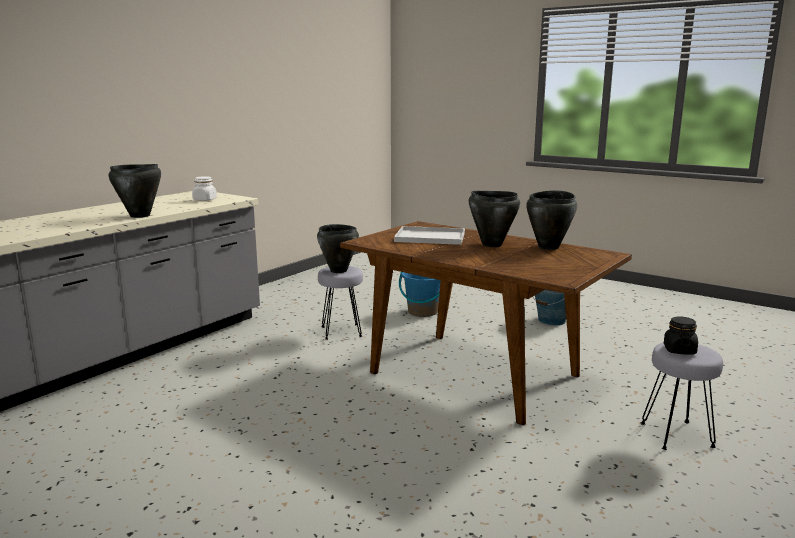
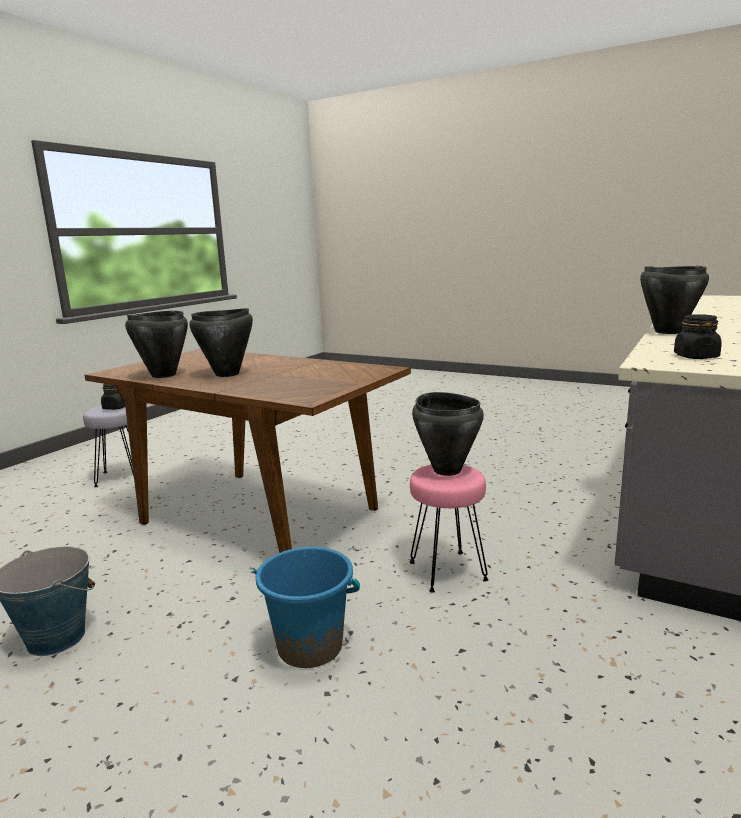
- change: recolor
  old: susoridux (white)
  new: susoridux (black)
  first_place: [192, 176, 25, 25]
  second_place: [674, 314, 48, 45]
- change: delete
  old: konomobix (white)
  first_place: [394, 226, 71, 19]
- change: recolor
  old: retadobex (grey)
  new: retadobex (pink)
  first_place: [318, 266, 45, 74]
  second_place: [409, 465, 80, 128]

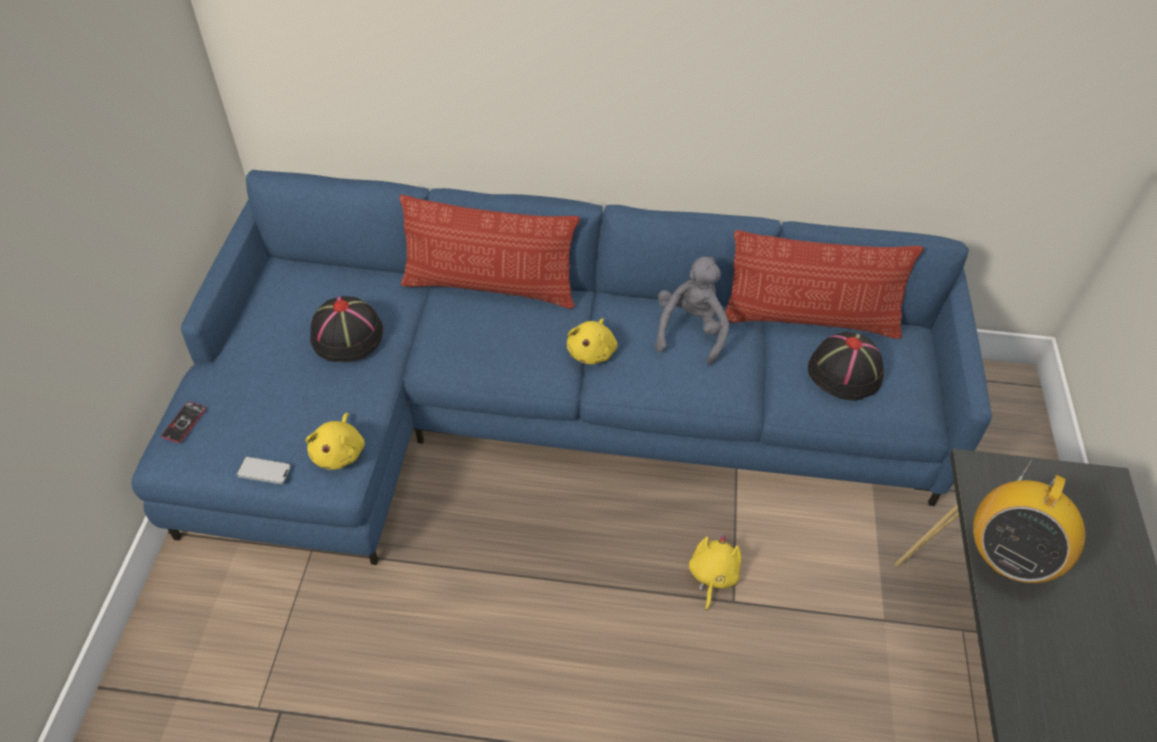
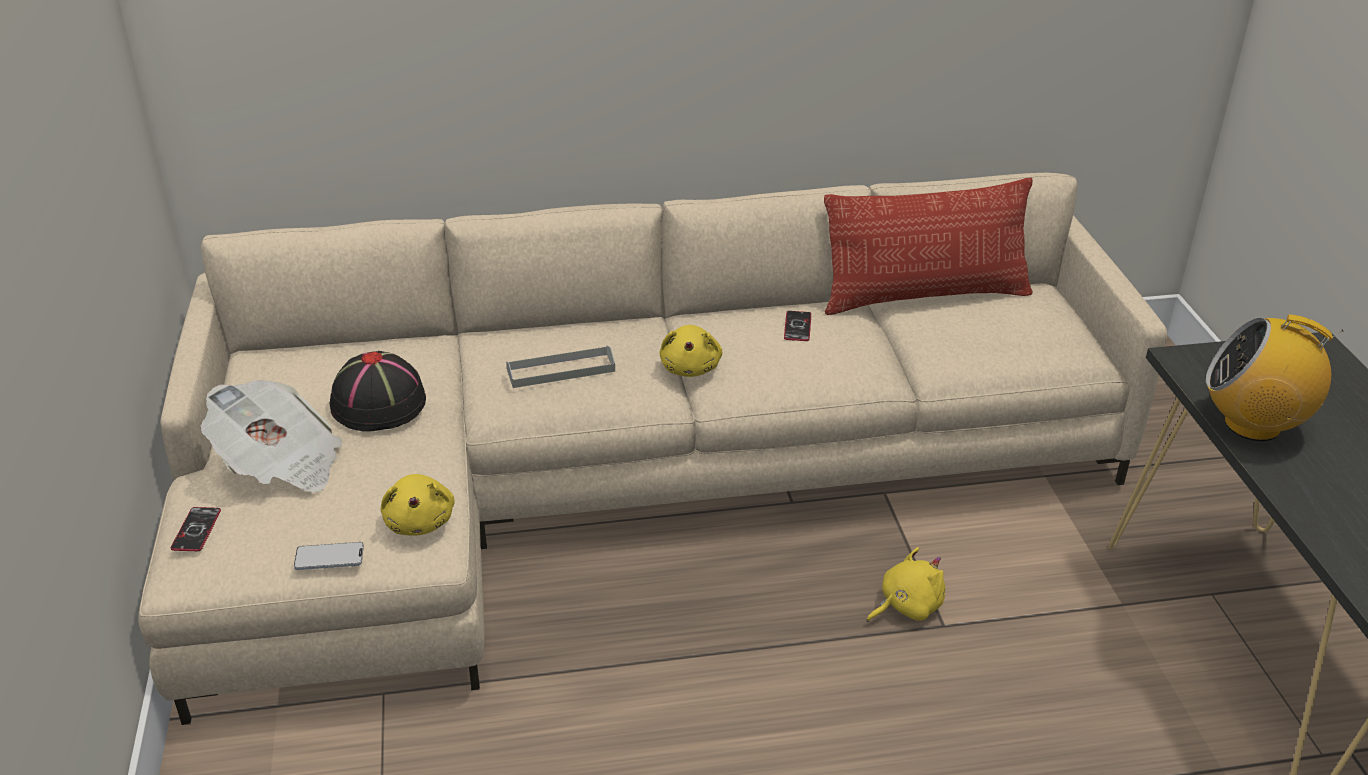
- change: recolor
  old: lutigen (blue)
  new: lutigen (beige)
  first_place: [132, 170, 860, 395]
  second_place: [138, 173, 1029, 552]
- change: delete
  old: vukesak
  first_place: [400, 195, 180, 114]
- change: replace
  old: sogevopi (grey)
  new: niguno
  first_place: [655, 256, 75, 109]
  second_place: [784, 311, 27, 30]
- change: delete
  old: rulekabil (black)
  first_place: [808, 332, 76, 69]
- change: rotate
  old: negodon
  first_place: [973, 459, 112, 124]
  second_place: [1206, 314, 138, 127]
  degrees: 90
- change: rotate
  old: sogevopi (yellow)
  first_place: [689, 534, 53, 76]
  second_place: [867, 547, 78, 75]
  degrees: 60
- change: insert
  new: konomobix (grey)
  second_place: [506, 345, 109, 43]
- change: insert
  new: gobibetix
  second_place: [200, 380, 143, 113]

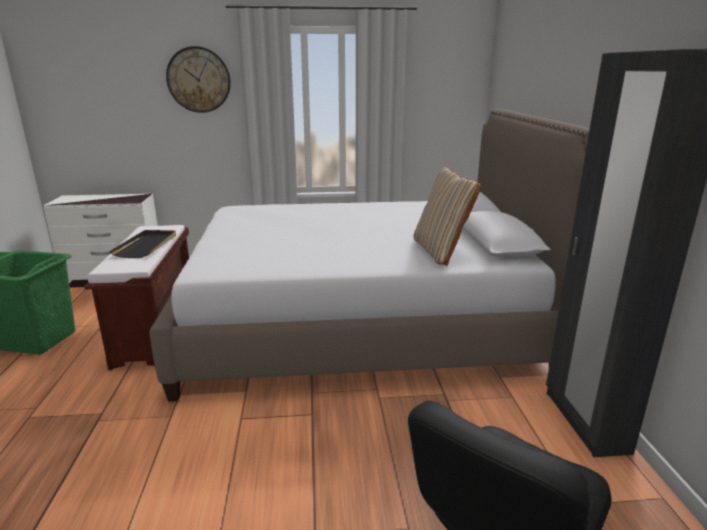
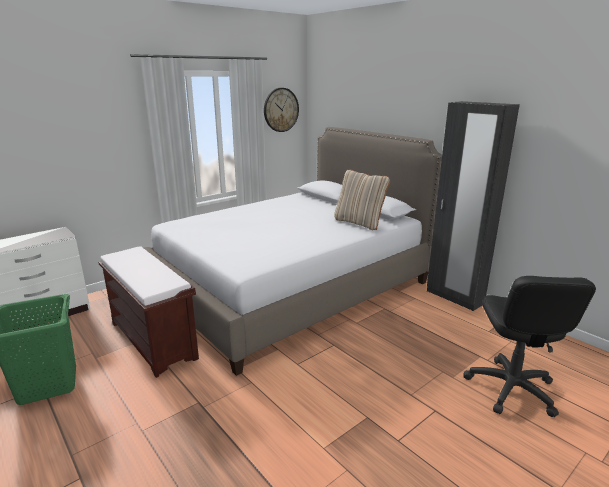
- change: move
  old: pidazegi
  first_place: [166, 46, 65, 67]
  second_place: [264, 88, 35, 44]
- change: delete
  old: konomobix (black)
  first_place: [110, 230, 66, 28]

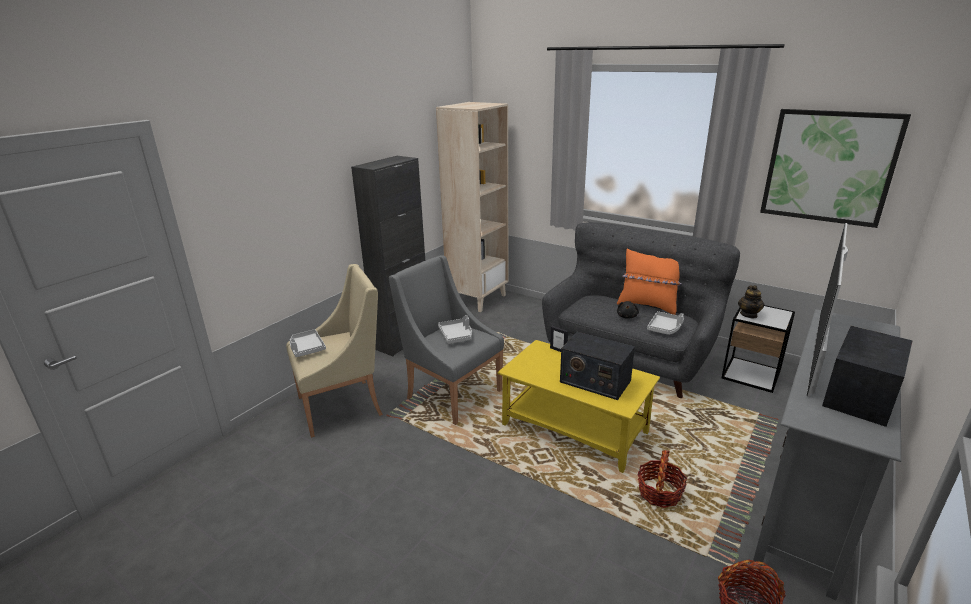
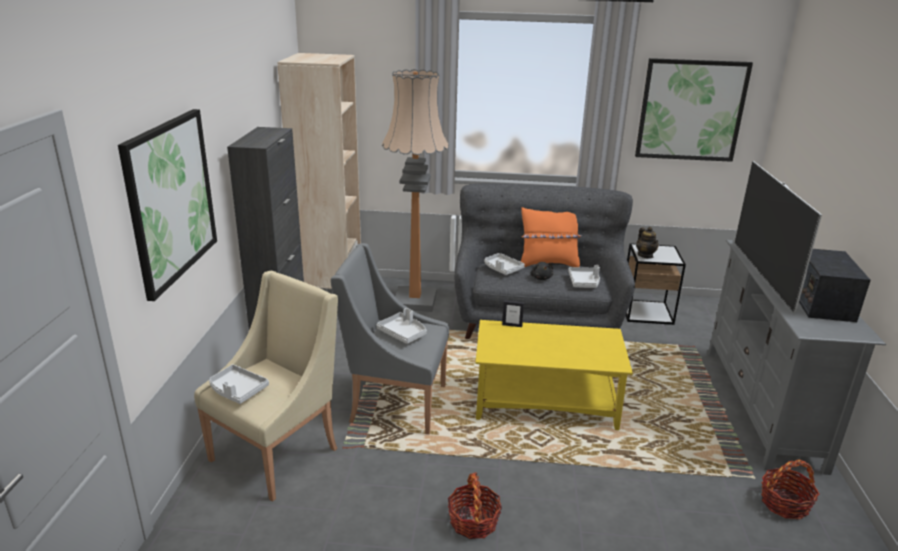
- change: delete
  old: negodon
  first_place: [560, 332, 75, 68]
- change: move
  old: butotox
  first_place: [638, 450, 49, 58]
  second_place: [448, 472, 54, 67]
- change: insert
  new: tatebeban
  second_place: [382, 69, 67, 243]
- change: insert
  new: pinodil
  second_place: [118, 109, 99, 192]
- change: insert
  new: konomobix (grey)
  second_place: [484, 253, 41, 22]

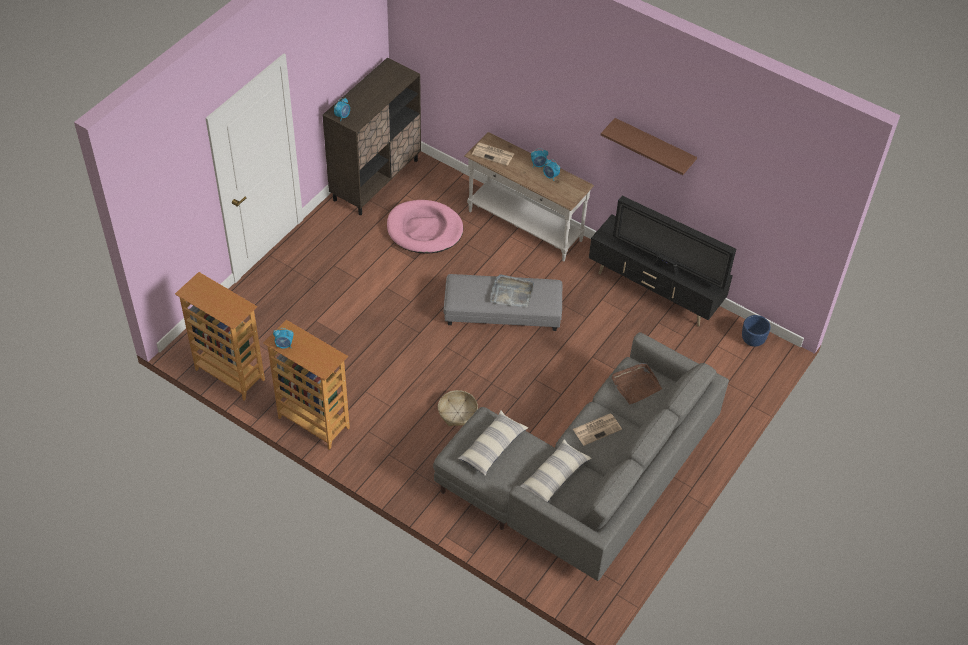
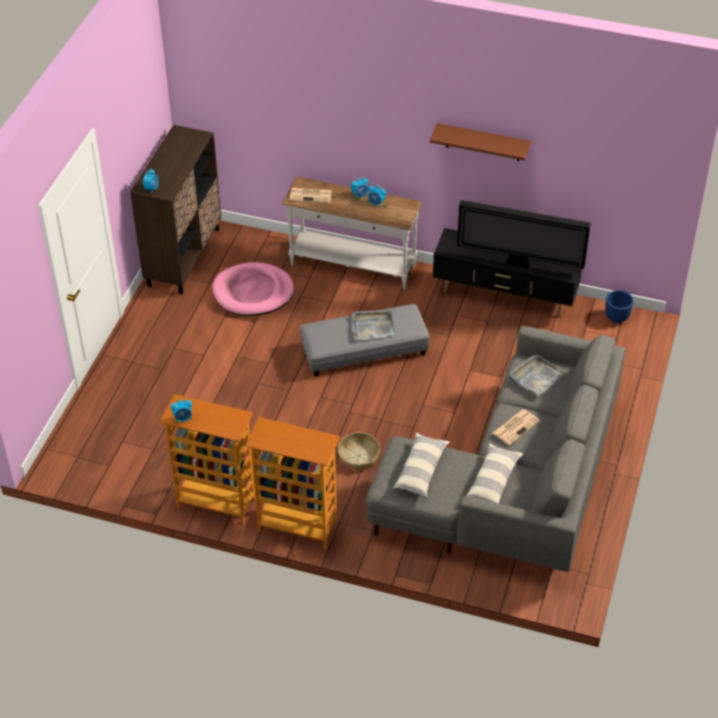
- change: move
  old: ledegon
  first_place: [175, 272, 90, 128]
  second_place: [246, 417, 94, 132]
- change: recolor
  old: konomobix (brown)
  new: konomobix (grey)
  first_place: [612, 363, 50, 41]
  second_place: [510, 355, 52, 41]

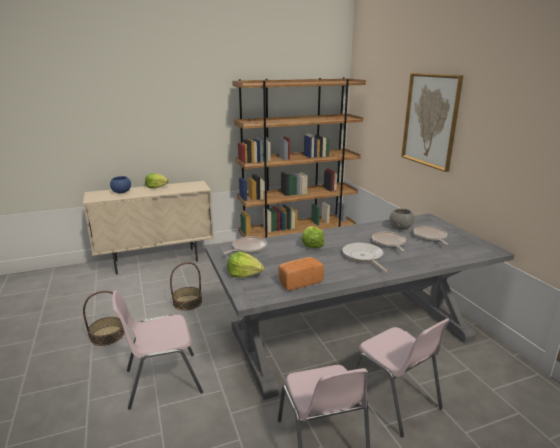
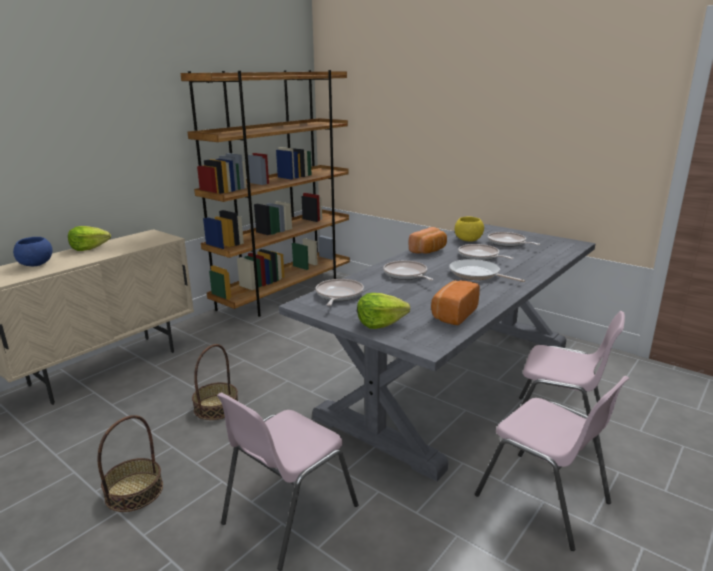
- change: delete
  old: pinodil
  first_place: [401, 73, 63, 99]
- change: recolor
  old: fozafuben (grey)
  new: fozafuben (yellow)
  first_place: [389, 208, 25, 22]
  second_place: [455, 217, 29, 25]
- change: replace
  old: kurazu
  new: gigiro
  first_place: [302, 226, 22, 22]
  second_place: [383, 261, 50, 20]
- change: insert
  new: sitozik
  second_place: [409, 227, 38, 27]

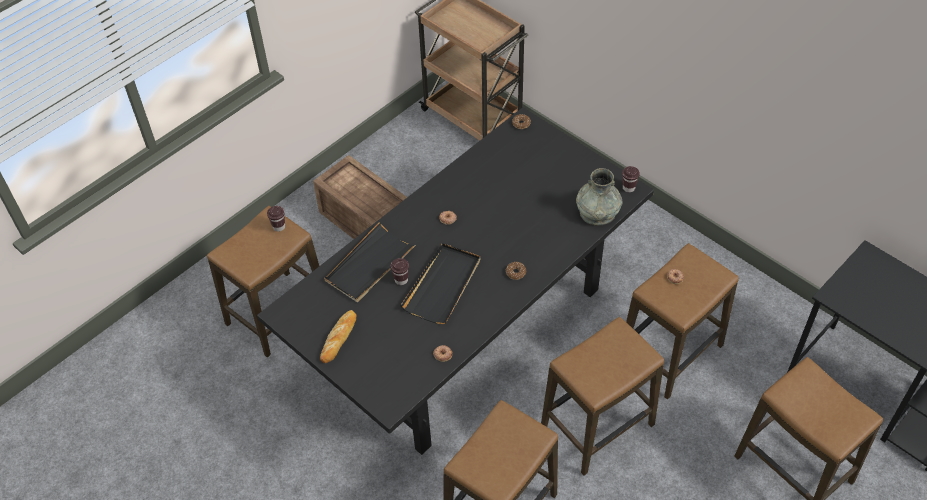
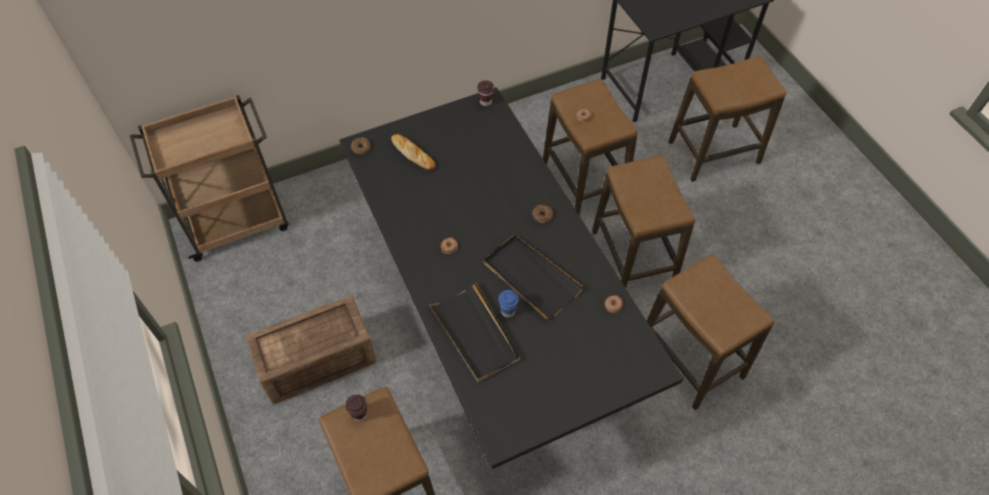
- change: delete
  old: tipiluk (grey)
  first_place: [576, 168, 46, 58]
- change: recolor
  old: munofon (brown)
  new: munofon (blue)
  first_place: [391, 258, 18, 27]
  second_place: [498, 290, 21, 27]
- change: move
  old: sitozik
  first_place: [320, 310, 37, 53]
  second_place: [391, 134, 44, 36]

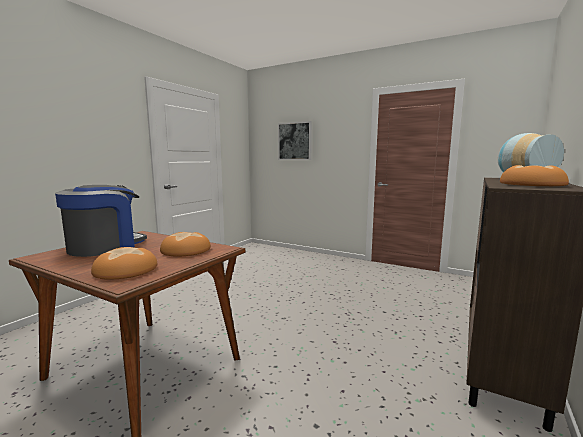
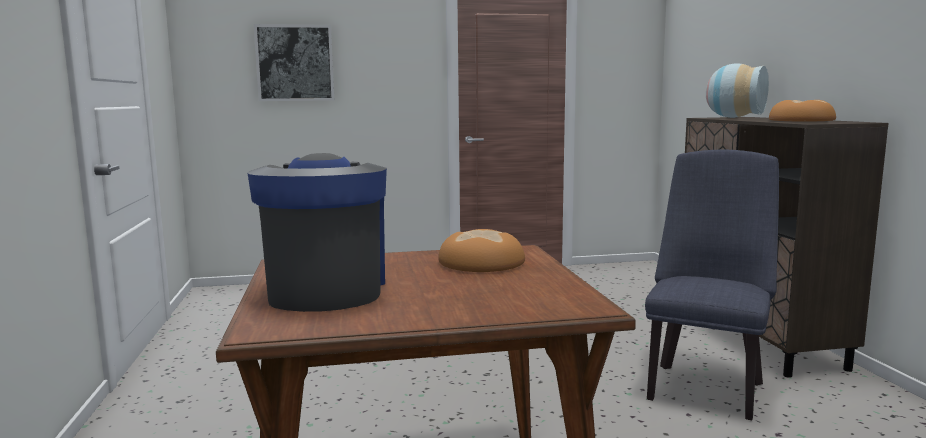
- change: delete
  old: sitozik
  first_place: [91, 247, 66, 33]
- change: insert
  new: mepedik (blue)
  second_place: [645, 150, 134, 270]

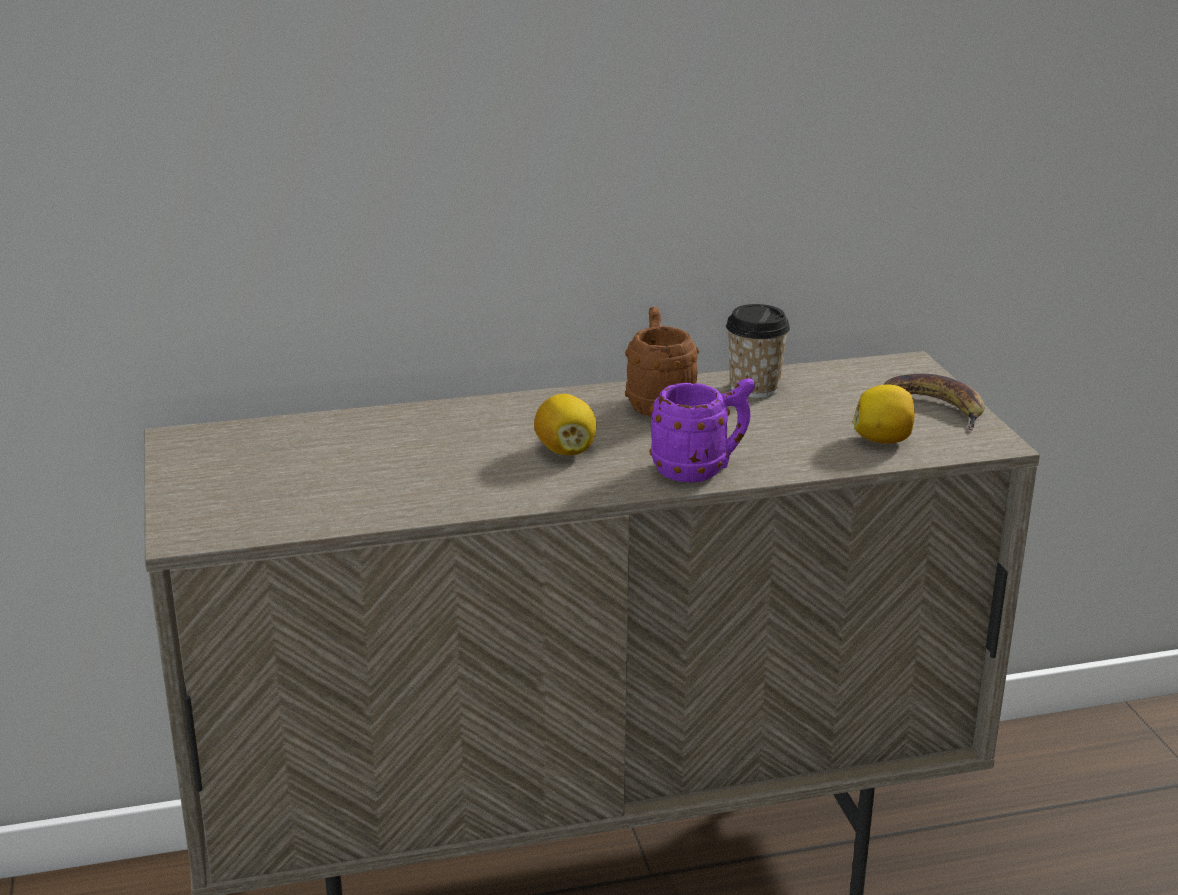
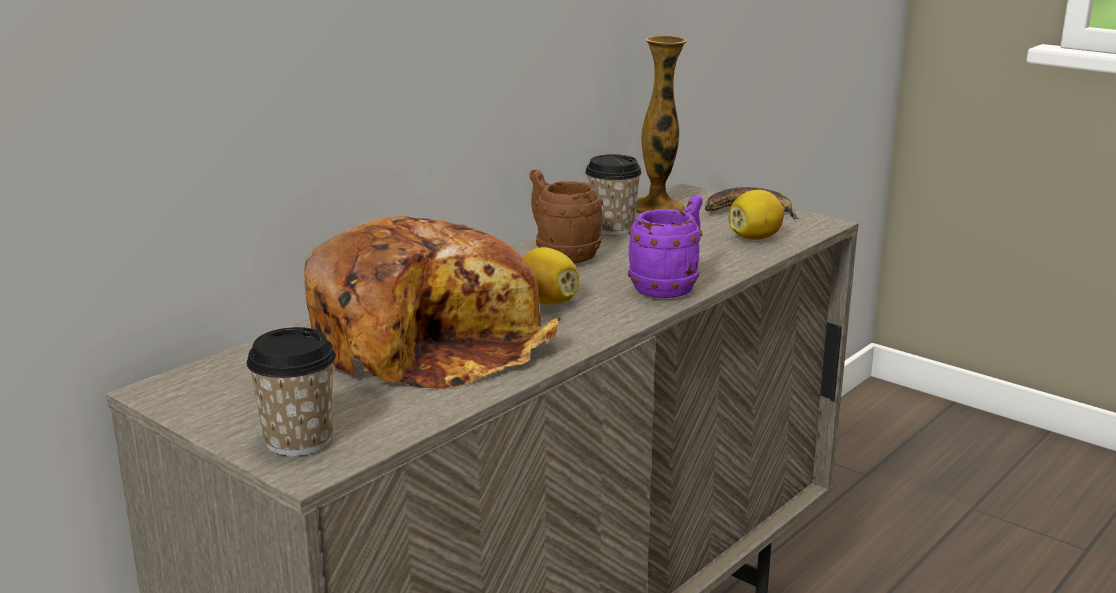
- change: insert
  new: tipiluk
  second_place: [636, 36, 52, 177]
- change: insert
  new: sitozik
  second_place: [304, 216, 257, 175]
- change: insert
  new: munofon
  second_place: [247, 327, 89, 129]

